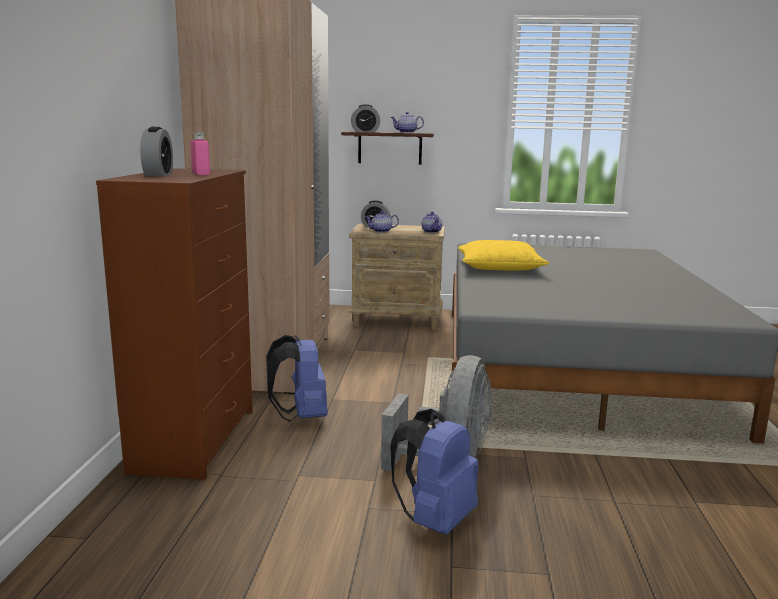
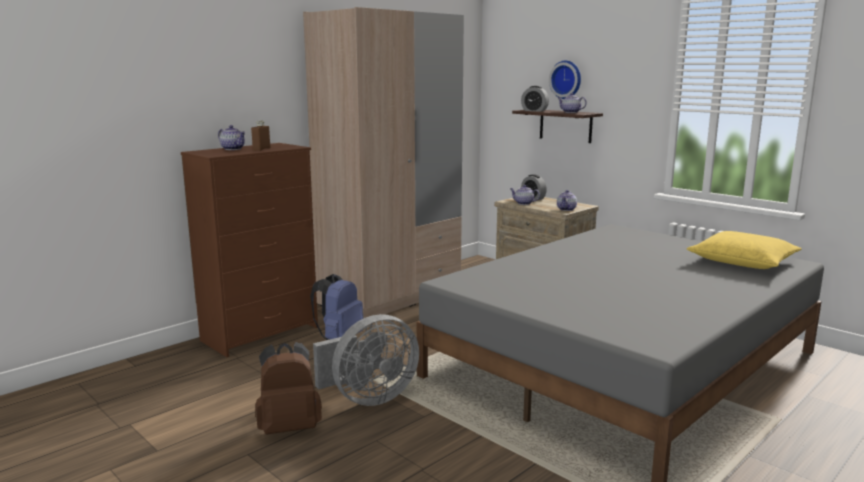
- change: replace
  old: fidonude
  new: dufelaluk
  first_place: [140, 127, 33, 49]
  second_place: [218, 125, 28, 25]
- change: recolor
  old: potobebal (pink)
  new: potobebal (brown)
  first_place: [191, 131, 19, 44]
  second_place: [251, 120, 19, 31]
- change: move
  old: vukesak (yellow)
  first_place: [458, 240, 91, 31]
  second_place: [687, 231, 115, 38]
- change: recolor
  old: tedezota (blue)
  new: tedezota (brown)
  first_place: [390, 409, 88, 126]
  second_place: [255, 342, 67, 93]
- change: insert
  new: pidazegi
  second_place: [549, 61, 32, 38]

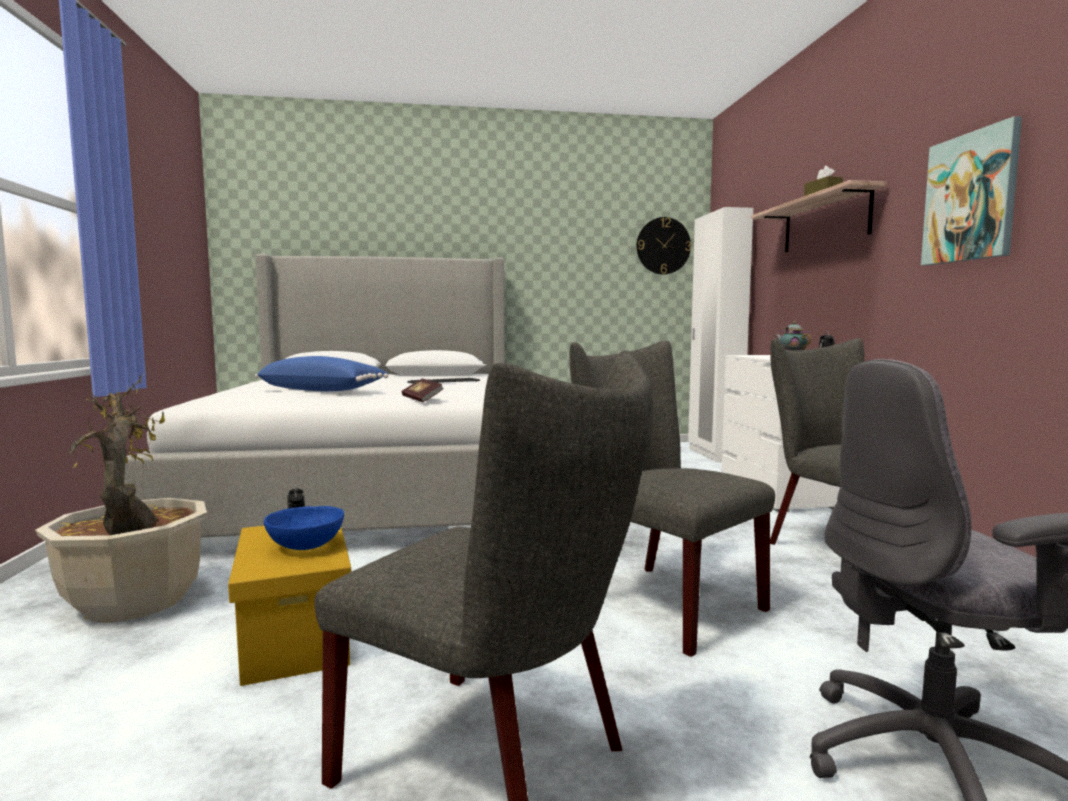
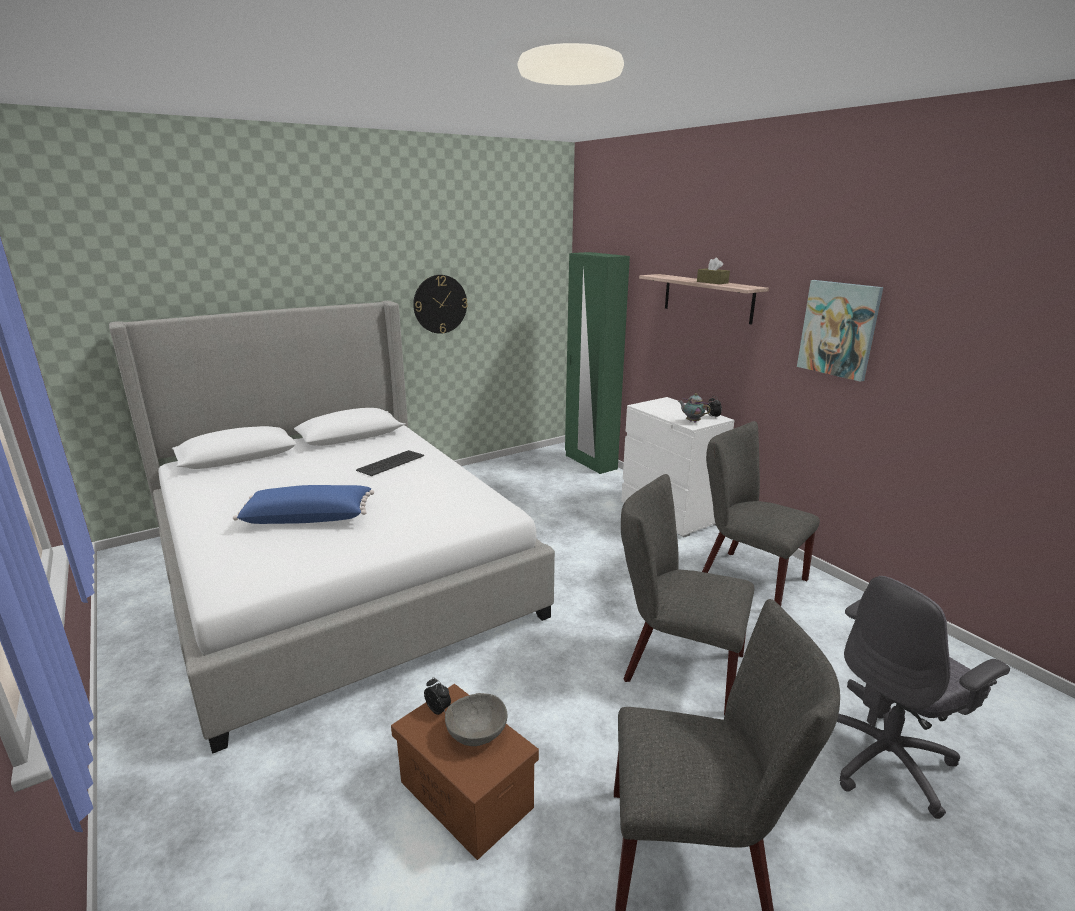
- change: recolor
  old: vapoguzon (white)
  new: vapoguzon (green)
  first_place: [688, 207, 65, 256]
  second_place: [565, 252, 65, 222]
- change: move
  old: pidazegi
  first_place: [637, 217, 54, 57]
  second_place: [413, 275, 55, 59]
- change: delete
  old: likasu
  first_place: [35, 375, 172, 248]
- change: delete
  old: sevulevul
  first_place: [402, 379, 42, 23]
- change: recolor
  old: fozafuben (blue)
  new: fozafuben (grey)
  first_place: [264, 506, 80, 44]
  second_place: [445, 693, 62, 53]
- change: recolor
  old: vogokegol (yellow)
  new: vogokegol (brown)
  first_place: [228, 526, 123, 160]
  second_place: [391, 684, 148, 176]

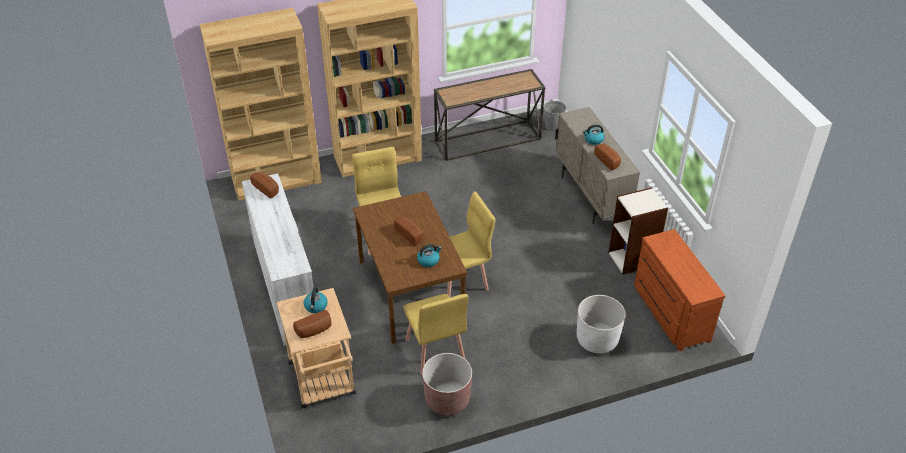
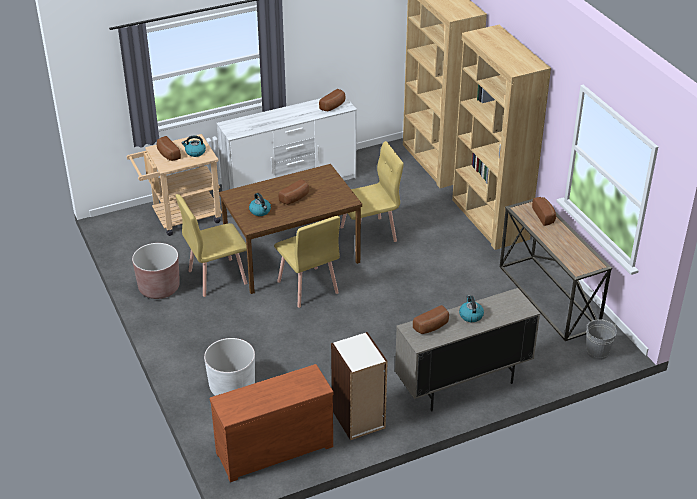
- change: insert
  new: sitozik
  second_place: [532, 197, 24, 29]

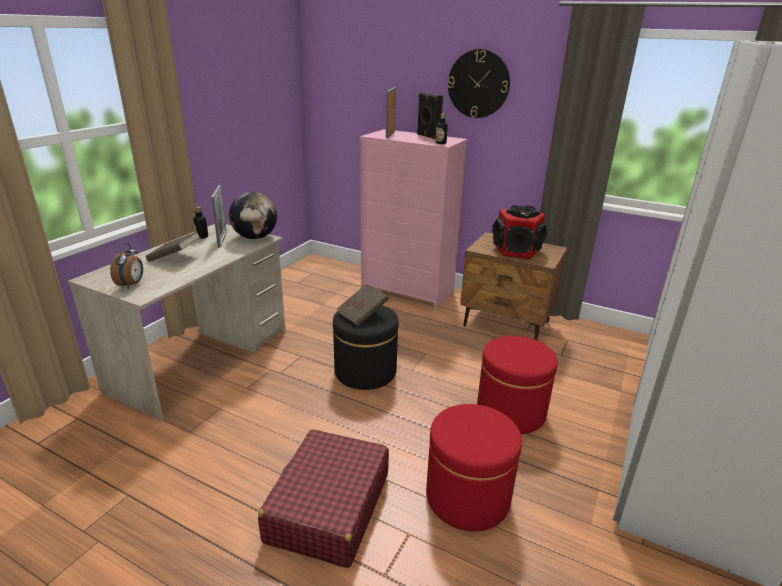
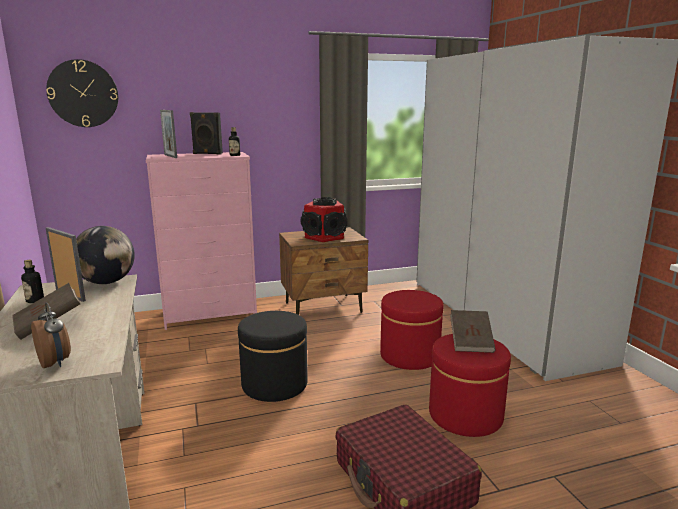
- change: move
  old: pidazegi
  first_place: [448, 49, 62, 69]
  second_place: [46, 59, 72, 68]
- change: move
  old: sevulevul (brown)
  first_place: [337, 284, 52, 42]
  second_place: [450, 310, 46, 43]

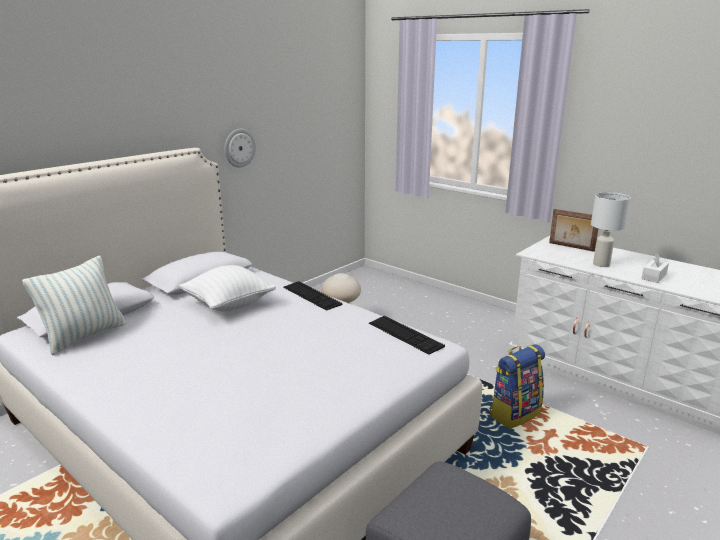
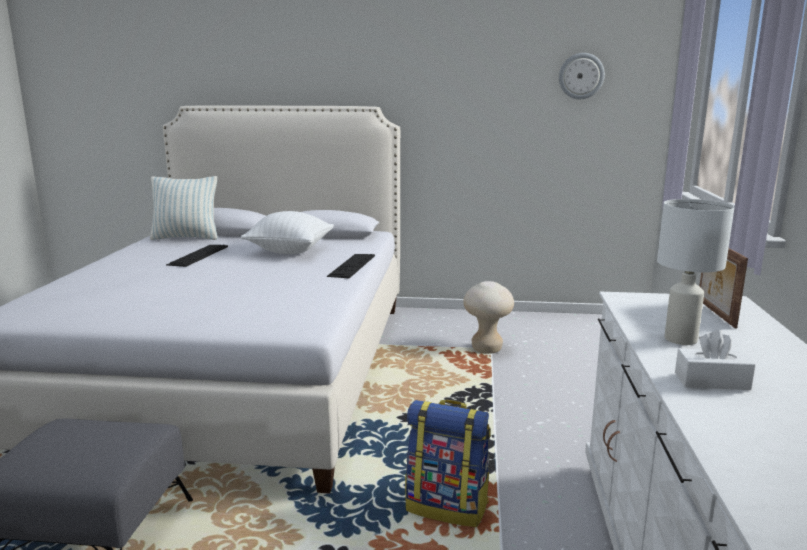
- change: move
  old: pidazegi
  first_place: [225, 129, 31, 38]
  second_place: [559, 53, 46, 46]
- change: move
  old: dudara
  first_place: [369, 316, 76, 38]
  second_place: [166, 245, 62, 22]

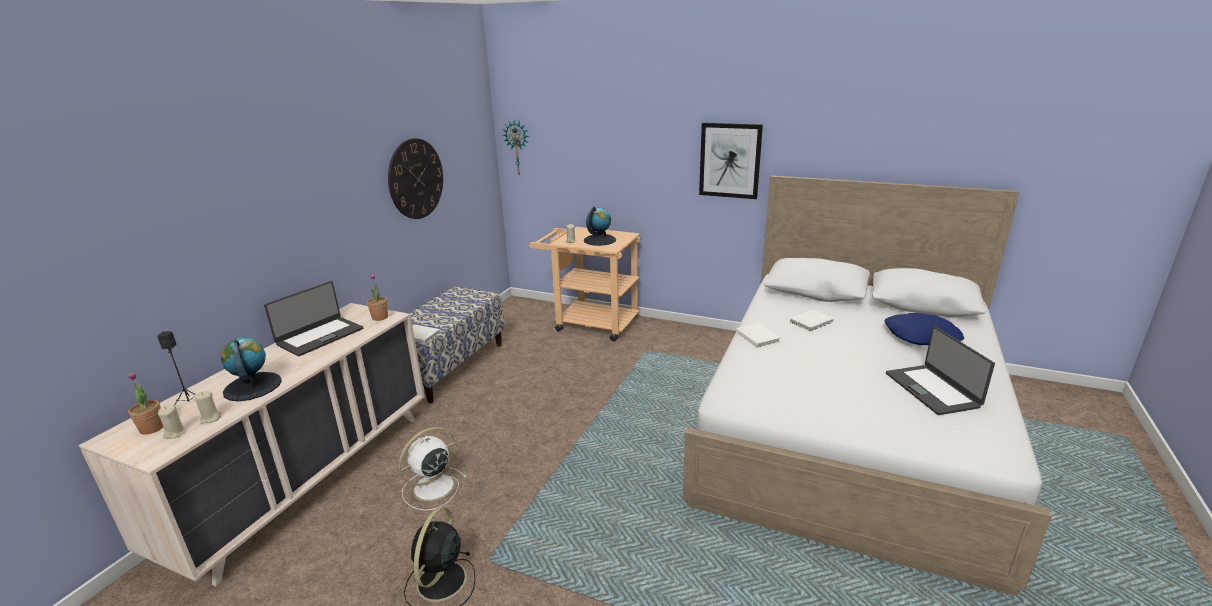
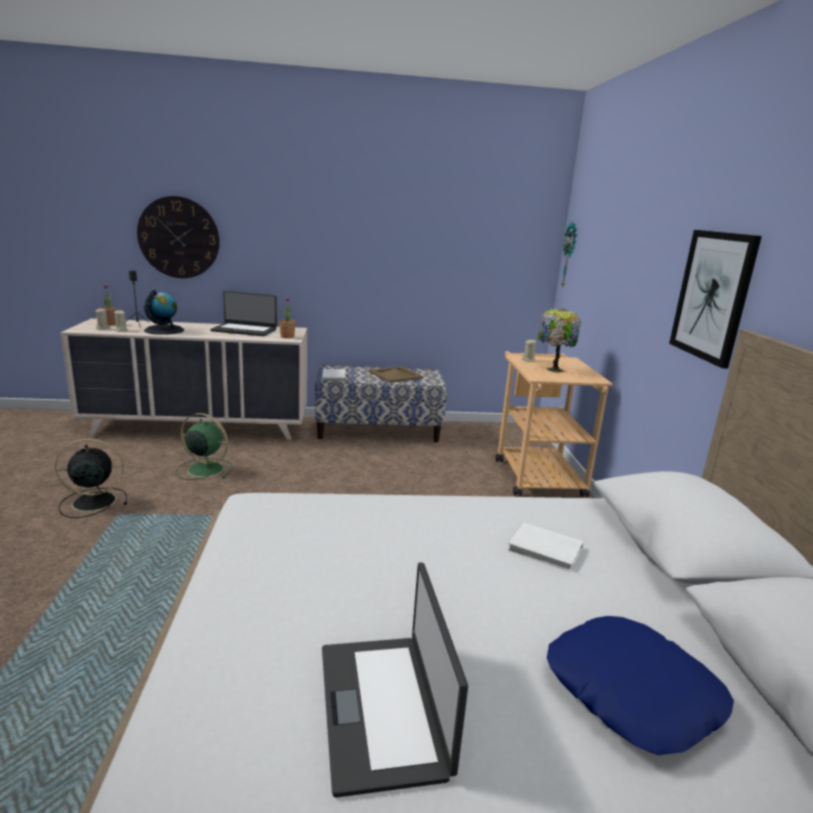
- change: move
  old: pidazegi
  first_place: [388, 138, 55, 81]
  second_place: [137, 196, 83, 82]
- change: replace
  old: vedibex
  new: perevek
  first_place: [584, 206, 32, 40]
  second_place: [538, 309, 43, 64]
- change: delete
  old: sevulevul (white)
  first_place: [736, 323, 44, 24]
- change: rotate
  old: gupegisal
  first_place: [886, 326, 109, 89]
  second_place: [322, 562, 146, 236]
  degrees: -60
- change: recolor
  old: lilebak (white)
  new: lilebak (green)
  first_place: [398, 427, 69, 84]
  second_place: [176, 413, 57, 67]
- change: insert
  new: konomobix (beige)
  second_place: [369, 366, 54, 17]

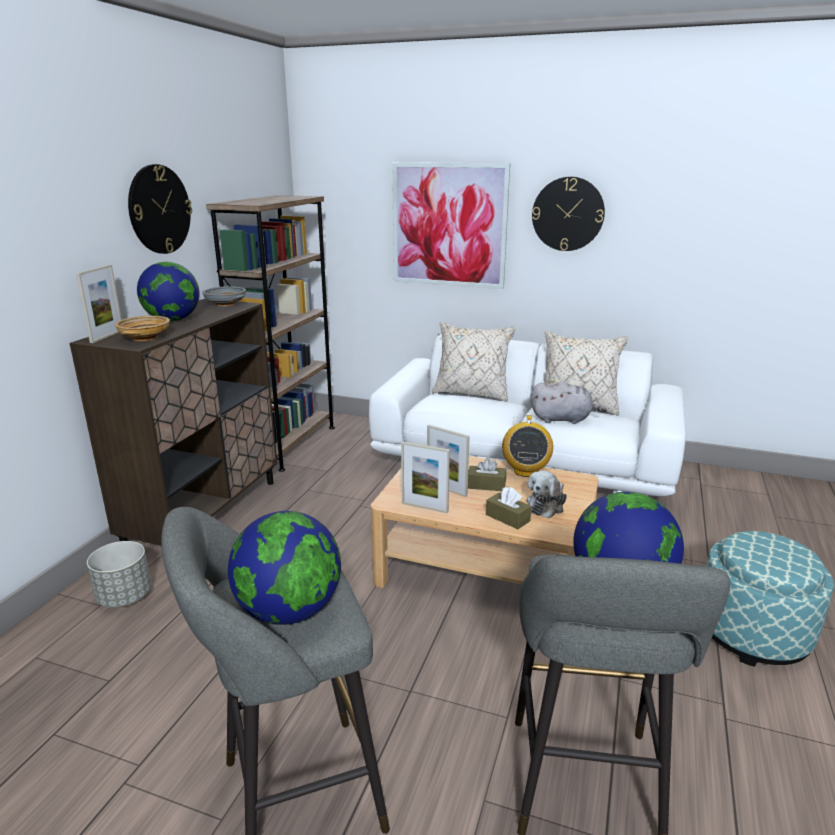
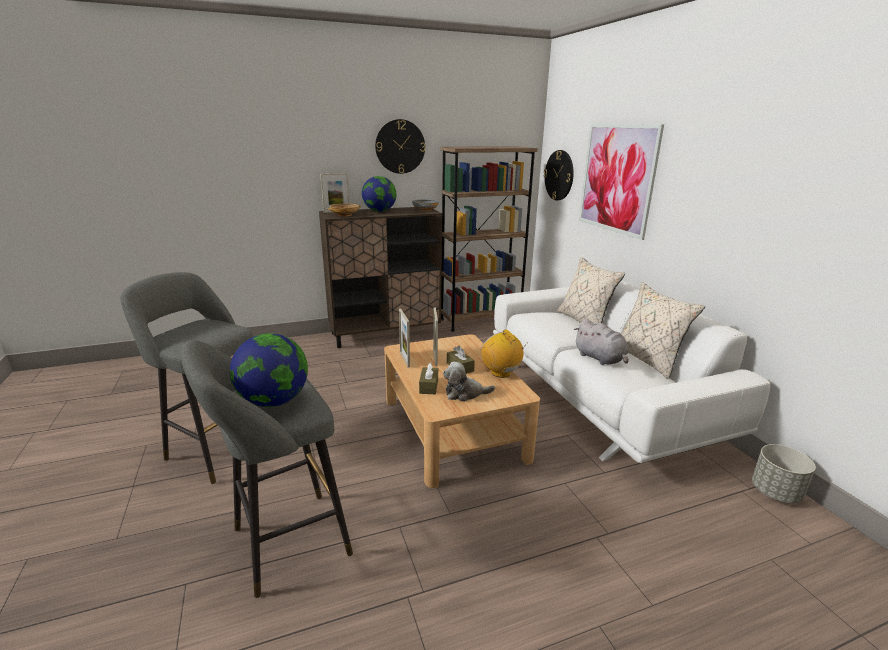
- change: move
  old: pidazegi
  first_place: [532, 177, 73, 74]
  second_place: [543, 150, 31, 51]
- change: rotate
  old: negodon
  first_place: [502, 415, 51, 62]
  second_place: [481, 330, 46, 48]
  degrees: 90
- change: delete
  old: vedibex
  first_place: [228, 511, 113, 114]
- change: delete
  old: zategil
  first_place: [706, 531, 128, 136]
- change: move
  old: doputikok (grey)
  first_place: [87, 541, 64, 66]
  second_place: [752, 444, 64, 59]

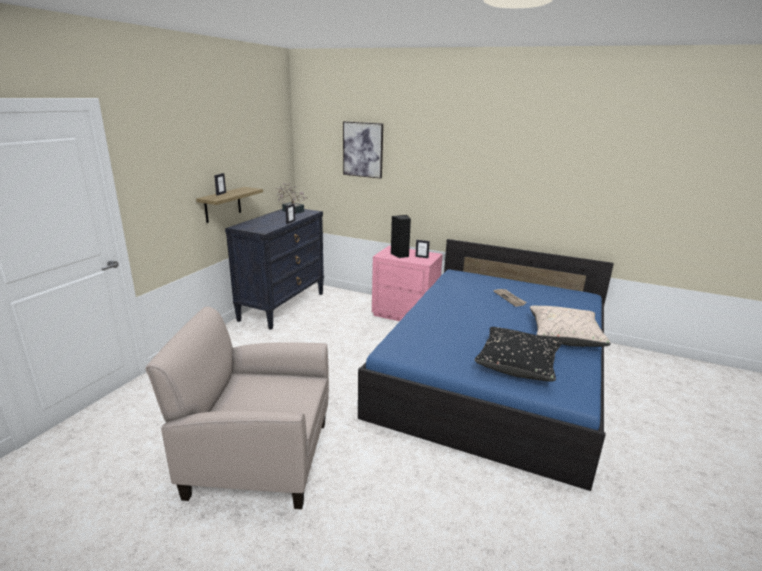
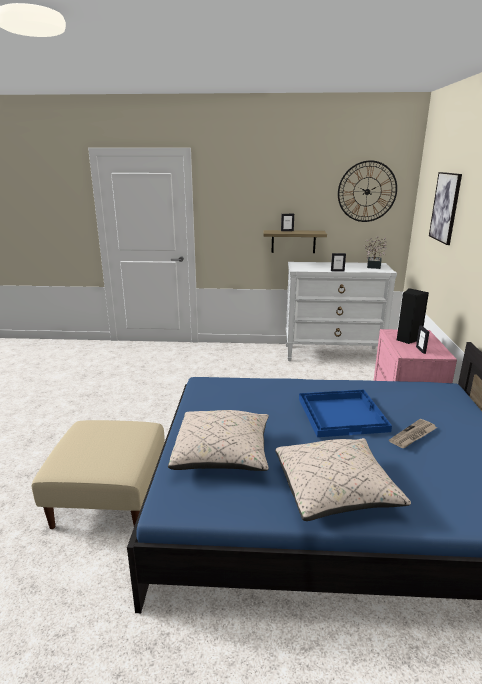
- change: recolor
  old: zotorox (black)
  new: zotorox (white)
  first_place: [225, 209, 99, 121]
  second_place: [286, 262, 111, 99]
- change: delete
  old: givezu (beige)
  first_place: [146, 307, 183, 202]
- change: recolor
  old: vukesak (black)
  new: vukesak (beige)
  first_place: [475, 327, 87, 55]
  second_place: [168, 410, 101, 61]
- change: insert
  new: pidazegi
  second_place: [338, 160, 59, 62]
- change: insert
  new: konomobix (blue)
  second_place: [299, 390, 93, 47]
- change: insert
  new: zategil (beige)
  second_place: [32, 420, 133, 109]

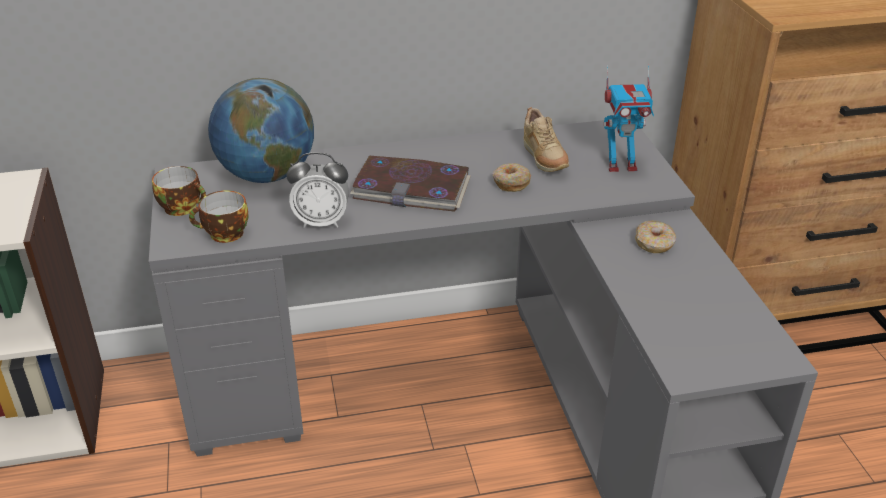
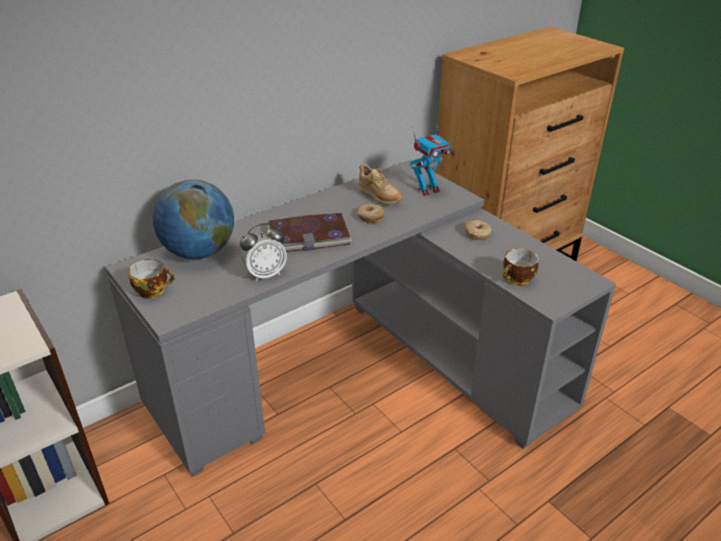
- change: move
  old: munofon
  first_place: [189, 191, 60, 52]
  second_place: [503, 248, 36, 38]

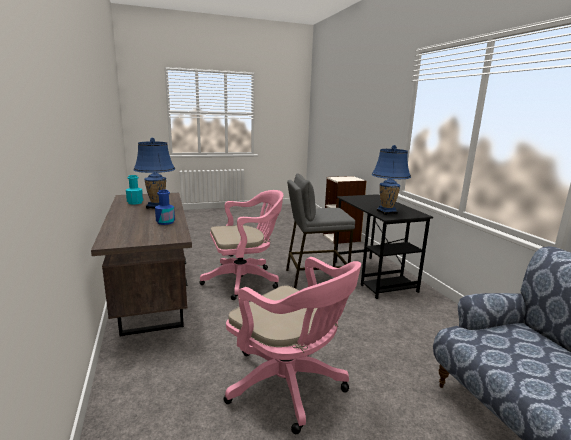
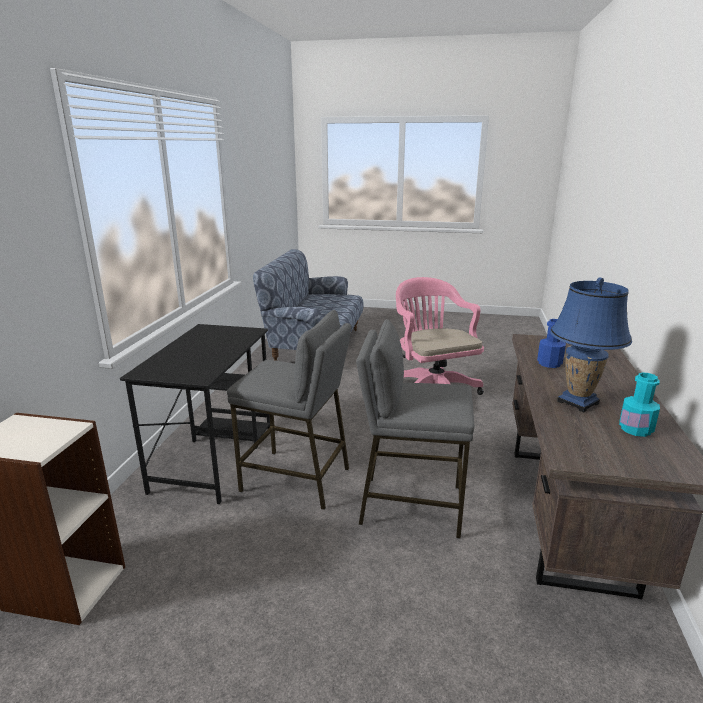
- change: delete
  old: perevek (blue)
  first_place: [371, 145, 40, 70]
- change: replace
  old: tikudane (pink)
  new: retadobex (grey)
  first_place: [199, 190, 84, 110]
  second_place: [356, 319, 118, 220]

